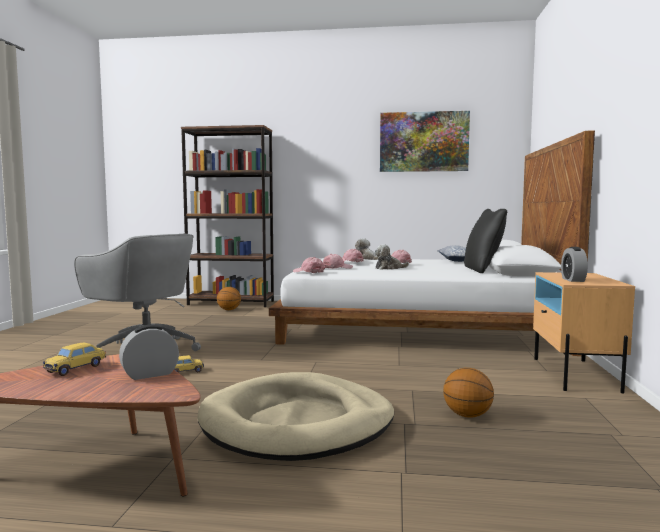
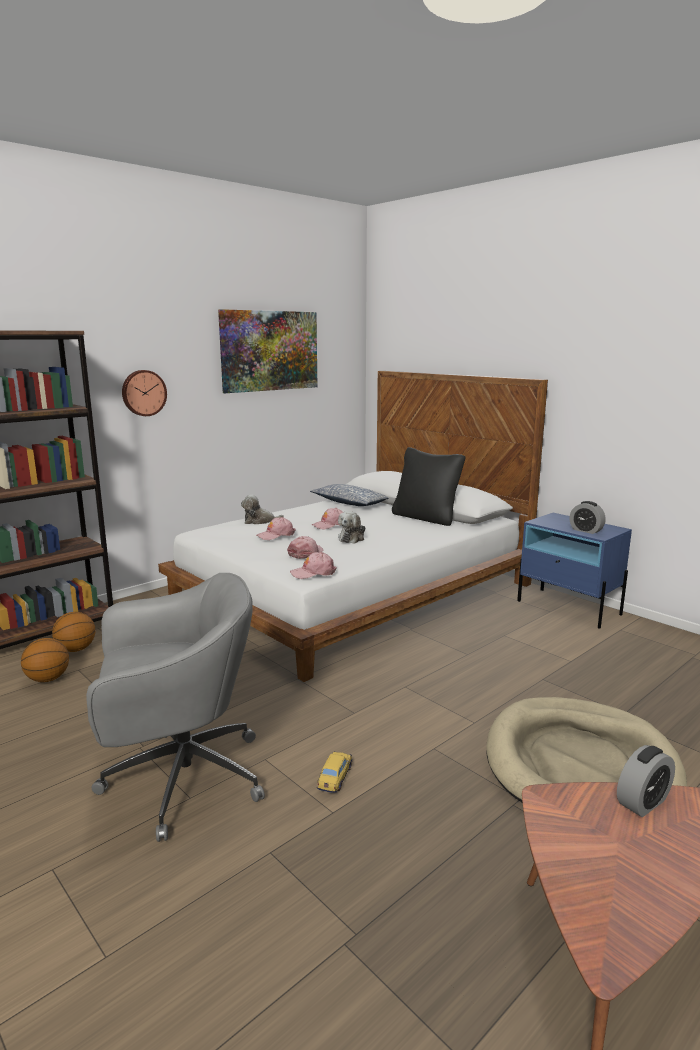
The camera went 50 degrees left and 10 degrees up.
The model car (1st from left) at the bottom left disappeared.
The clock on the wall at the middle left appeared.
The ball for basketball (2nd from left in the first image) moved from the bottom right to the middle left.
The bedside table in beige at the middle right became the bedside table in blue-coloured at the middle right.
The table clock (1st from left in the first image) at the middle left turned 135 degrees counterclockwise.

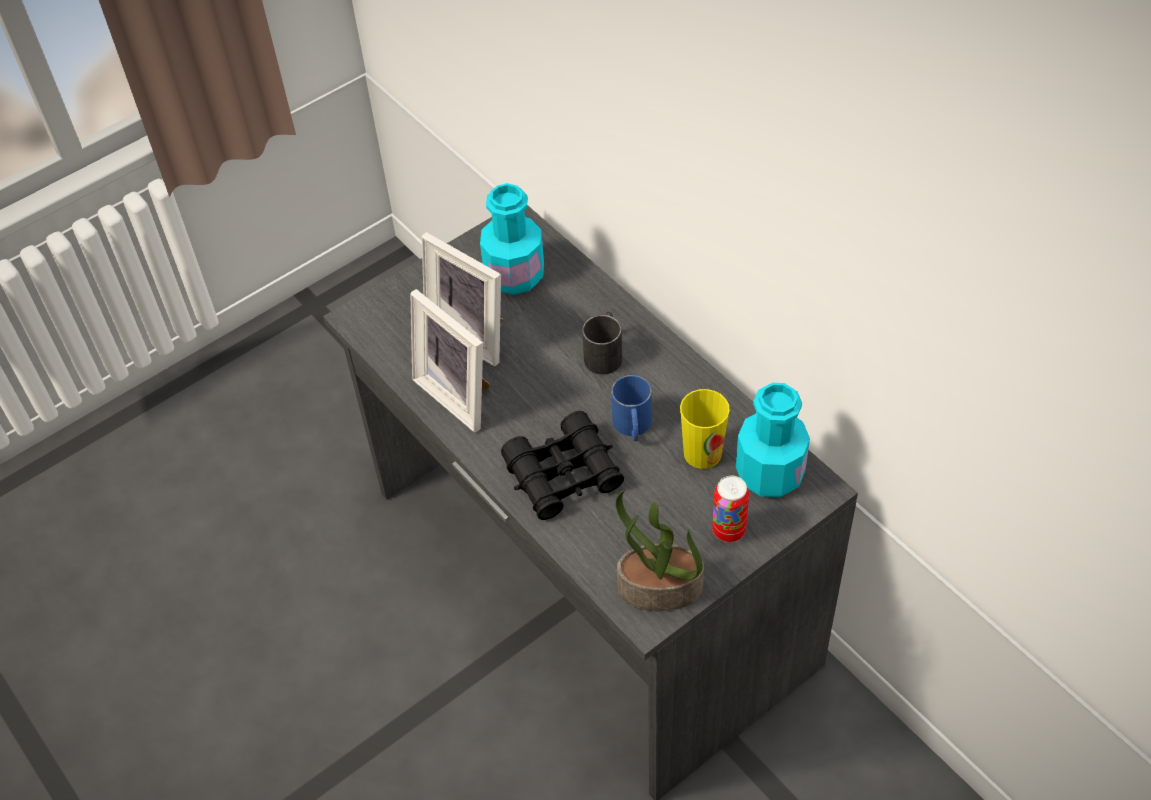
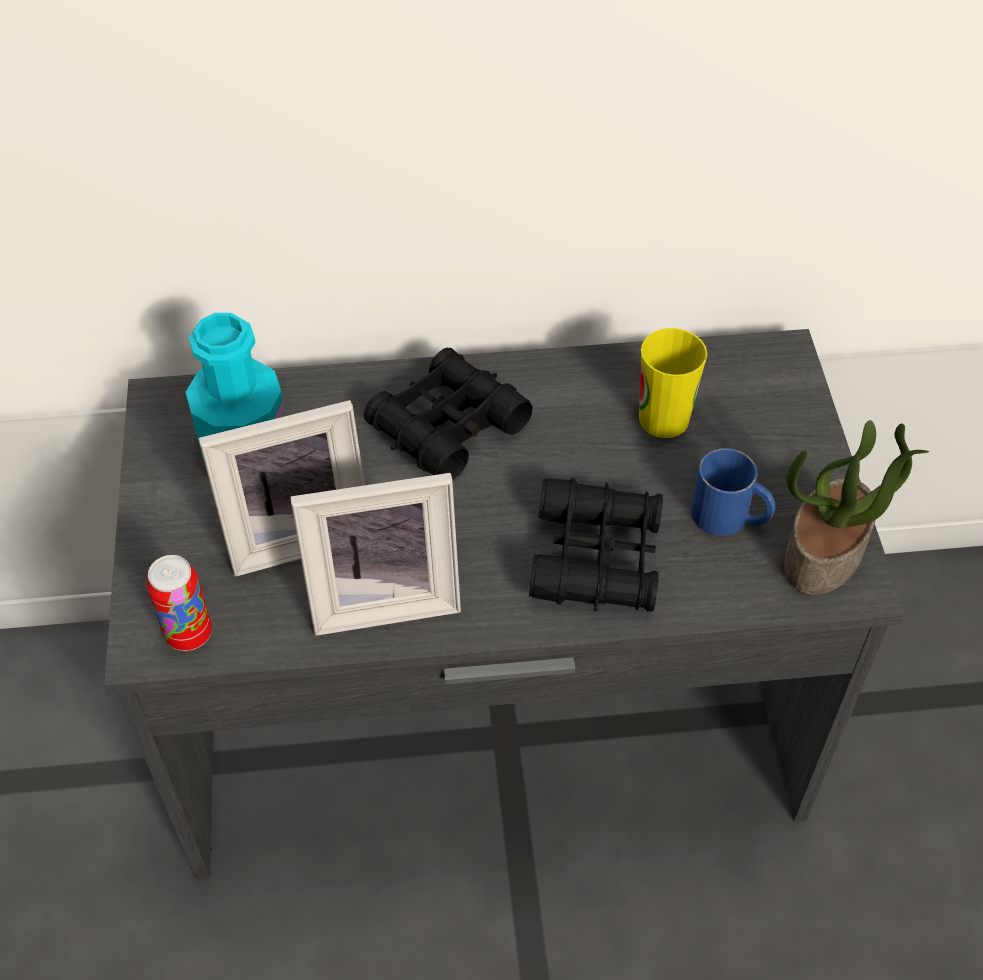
The camera went 60 degrees left and 0 degrees up.
The bottle in turquoise-coloured (2nd from left) at the middle right disappeared.
The tea mug in blue-coloured moved from the centre to the middle right.
The sealed can moved from the centre to the middle left.
The tea mug in blackish at the centre was replaced by the pair of binoculars in blackish (1st from left) at the centre.

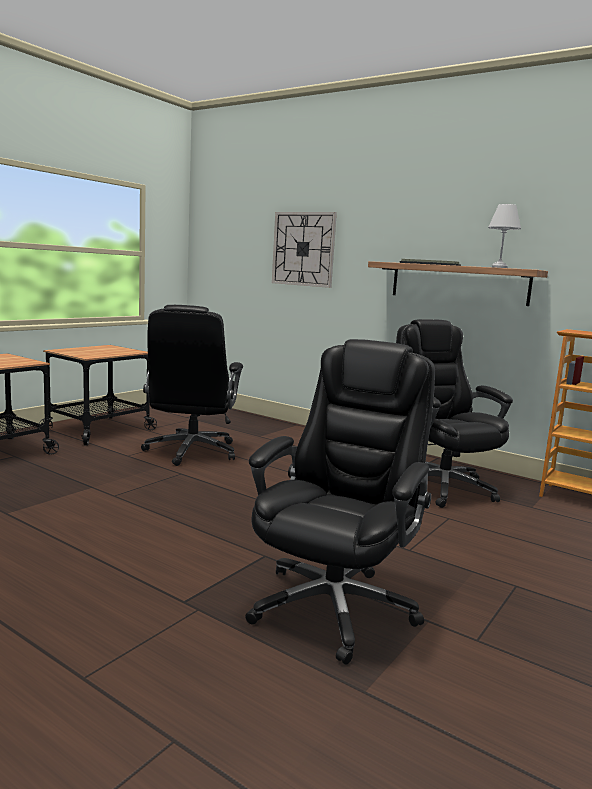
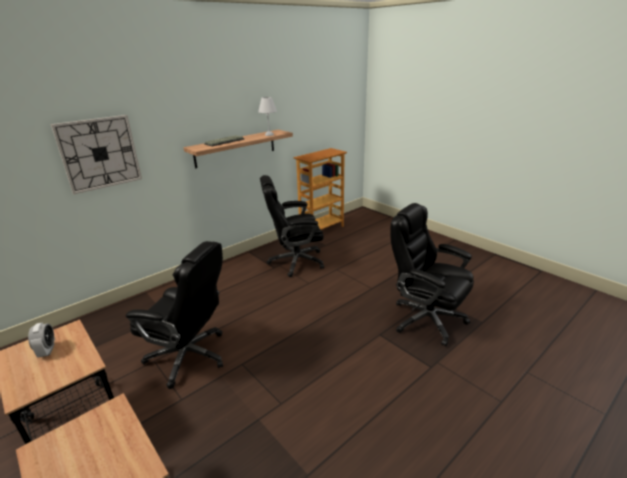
The camera went 75 degrees left and 15 degrees up.
The table clock at the bottom left appeared.

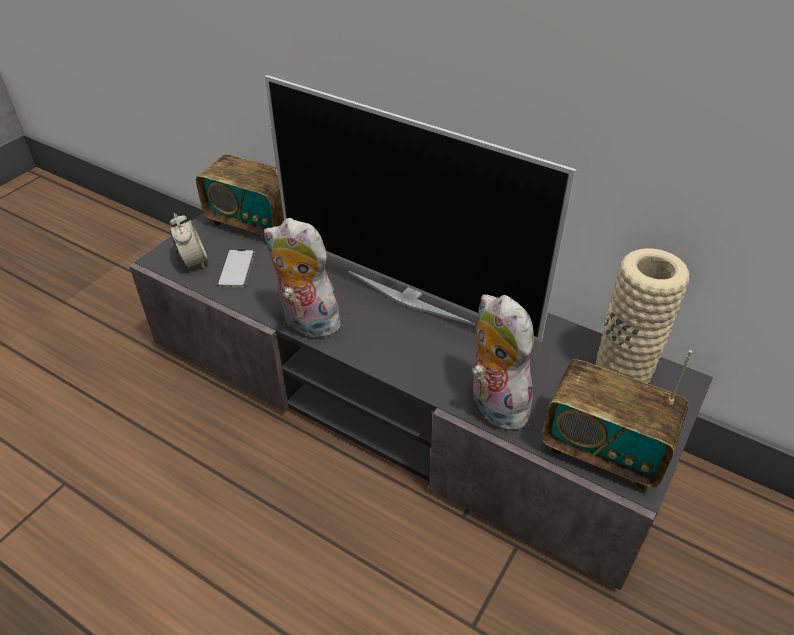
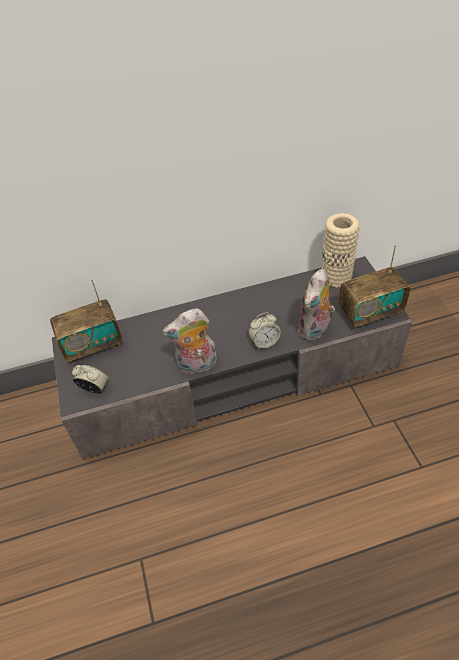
The camera went 45 degrees left and 5 degrees up.
The handset at the middle left disappeared.
The TV set at the top centre disappeared.
The table clock (2nd from left) at the centre appeared.
The soft toy (2nd from left) at the centre turned 75 degrees counterclockwise.

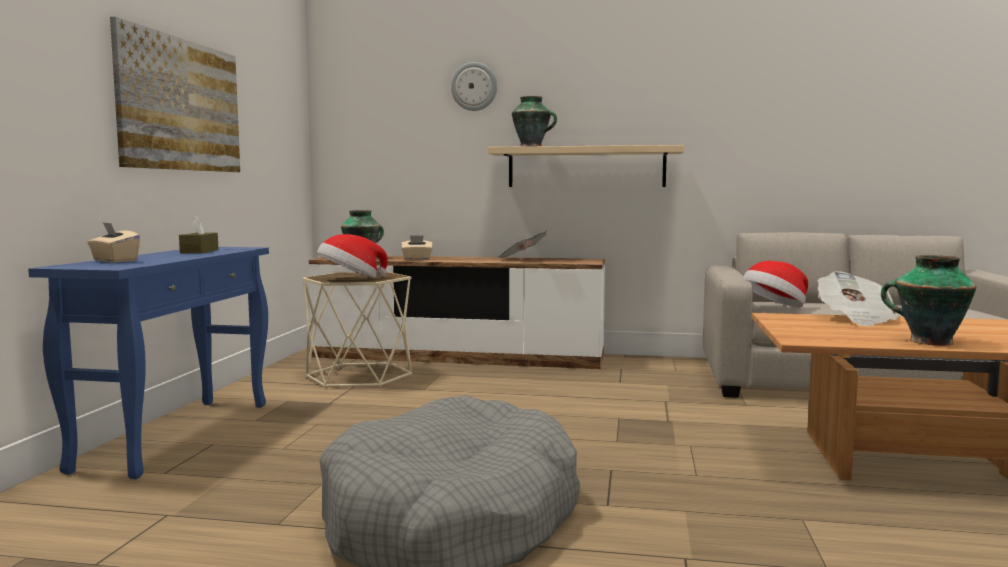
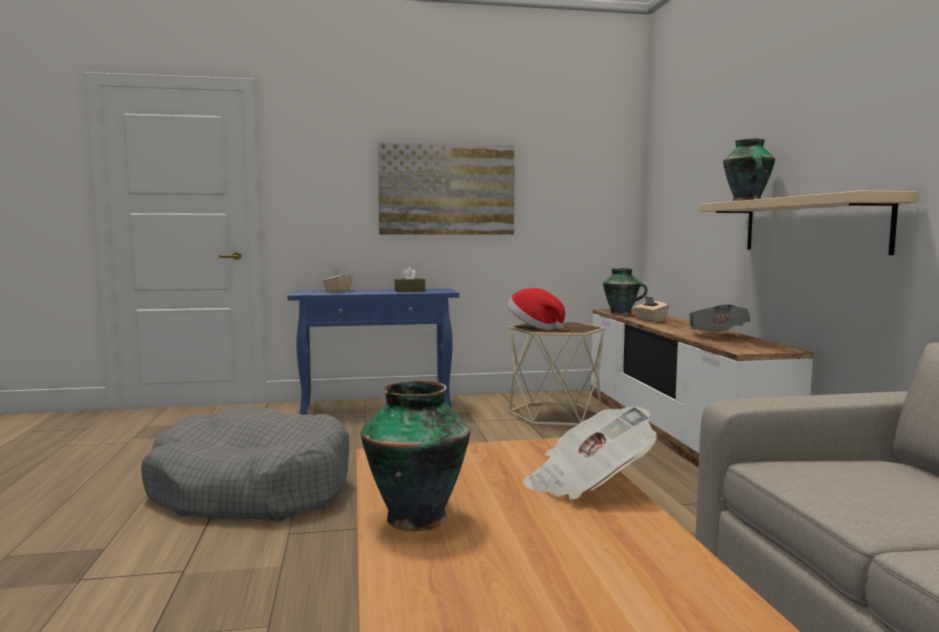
The camera went 70 degrees right and 0 degrees up.
The clock on the wall at the top centre disappeared.
The hat (2nd from left) at the middle right disappeared.

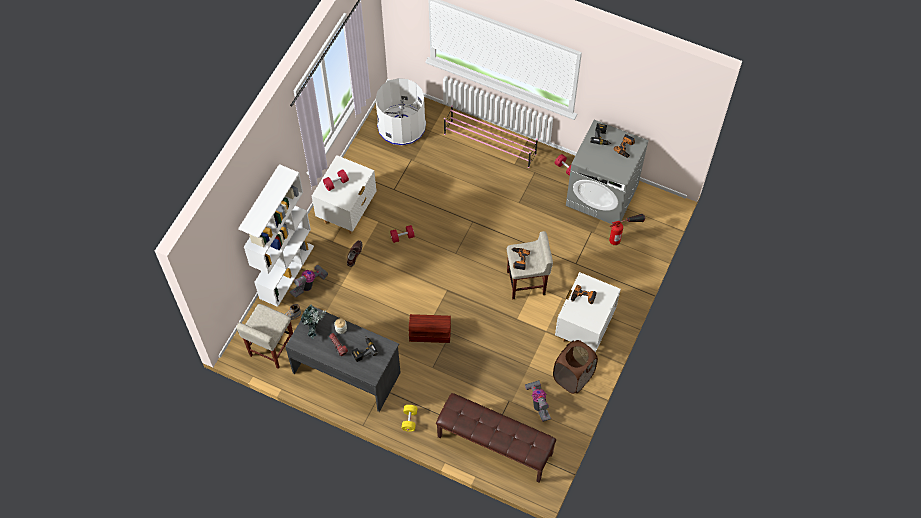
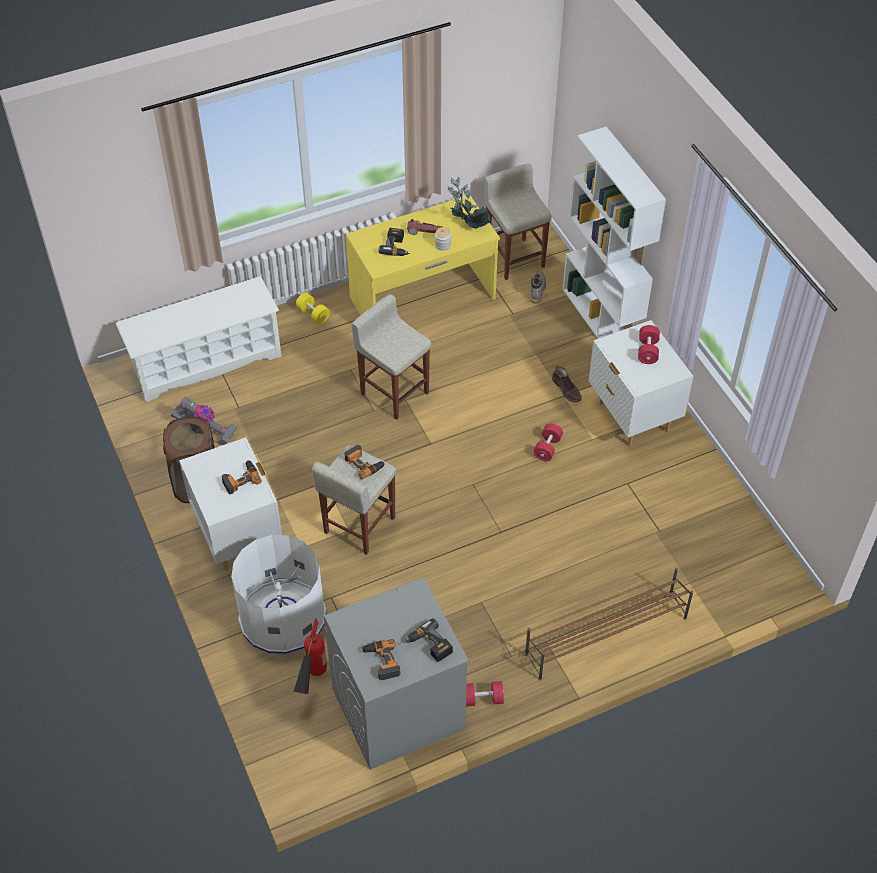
The camera went 130 degrees right and 10 degrees down.
The vacuum (1st from left) at the centre disappeared.
The trash can in white moved from the top centre to the bottom left.
The storage container in brown-coloured at the centre was replaced by the stool in beige (2nd from left) at the centre.
The bench in brown-coloured at the bottom centre was replaced by the shoe rack in white at the middle left.
The desk in greyish at the bottom centre became the desk in yellow at the top centre.
The shoe rack in pink at the top centre became the shoe rack in brown-coloured at the bottom right.

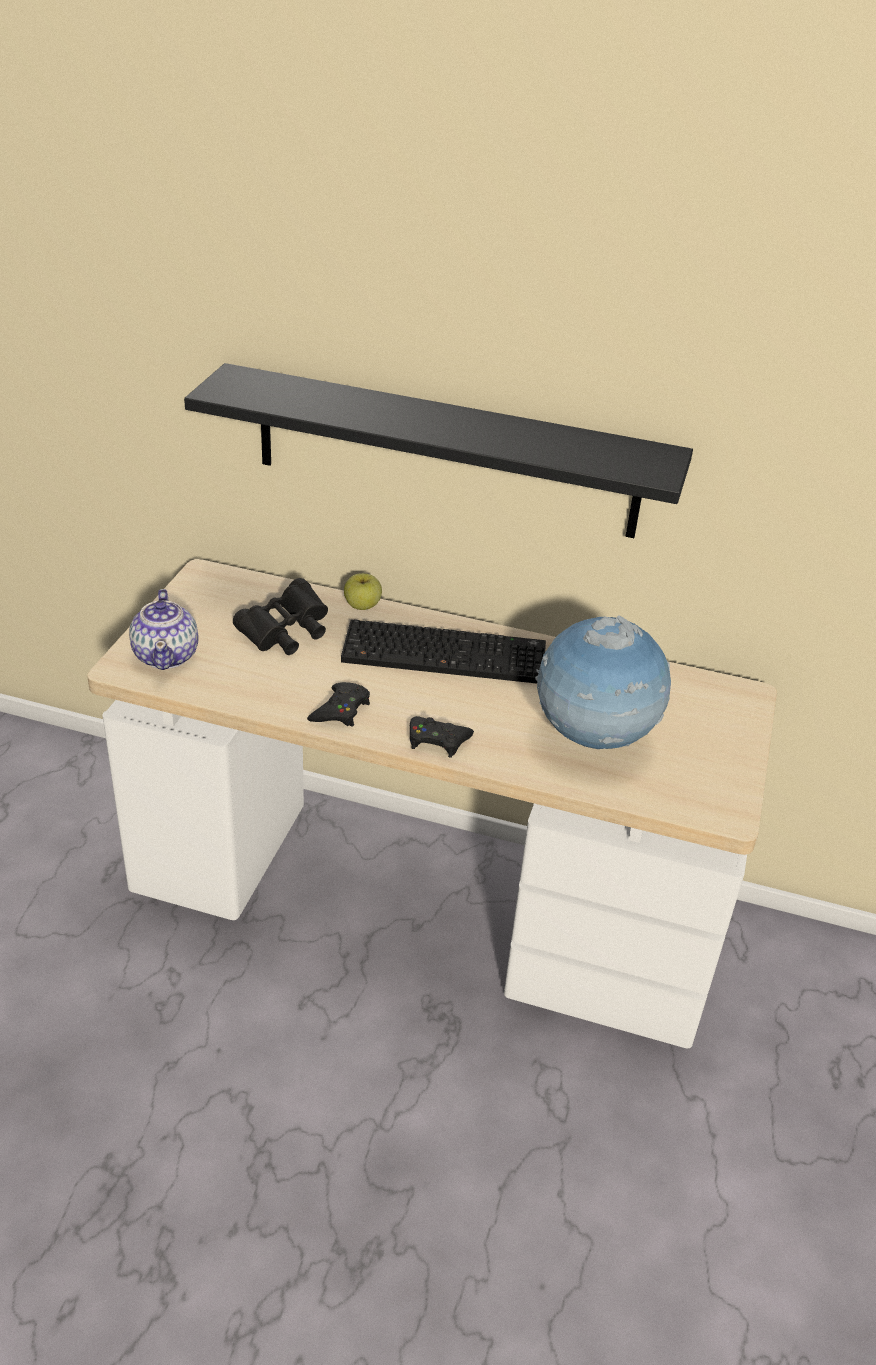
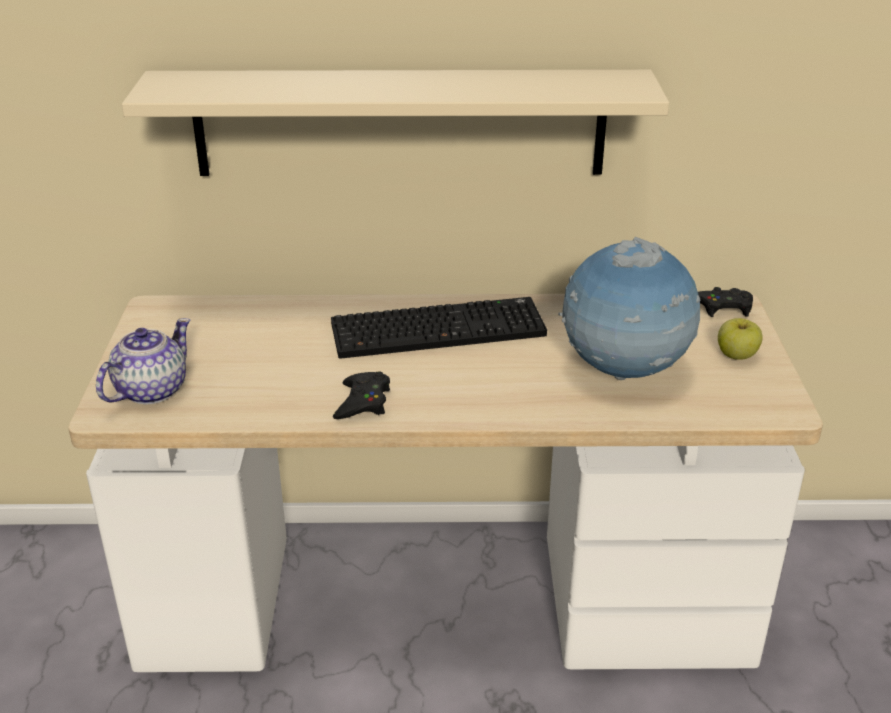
The camera went 15 degrees left and 5 degrees down.
The pair of binoculars in blackish at the middle left disappeared.
The apple moved from the centre to the middle right.
The joypad in blackish (2nd from left) moved from the centre to the middle right.
The bracket shelf in blackish at the top centre became the bracket shelf in beige at the top centre.
The pot for tea at the middle left turned 120 degrees counterclockwise.

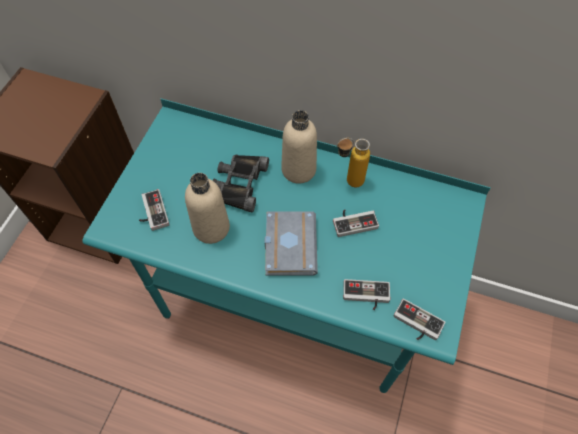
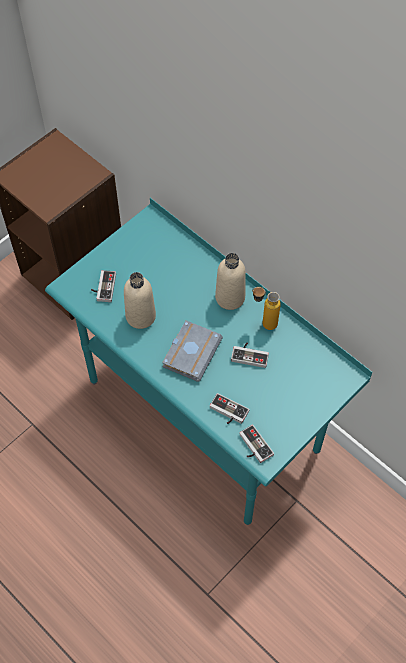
The camera went 25 degrees right and 0 degrees up.
The pair of binoculars in blackish at the centre disappeared.

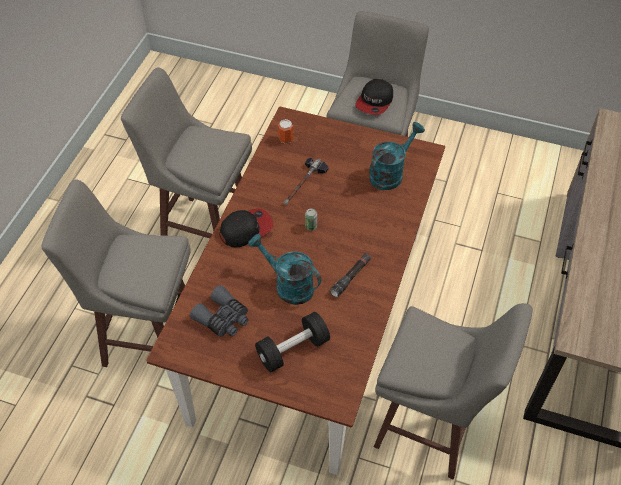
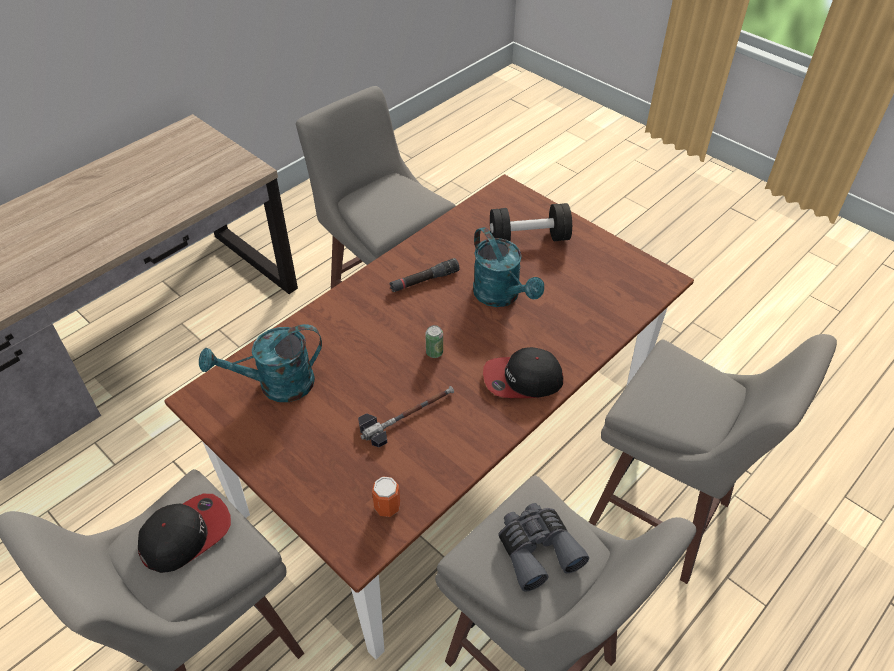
The camera went 155 degrees left and 5 degrees down.
The pair of binoculars in greyish moved from the centre to the bottom centre.

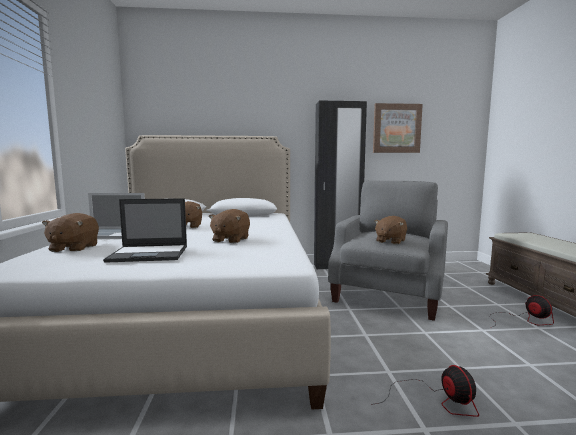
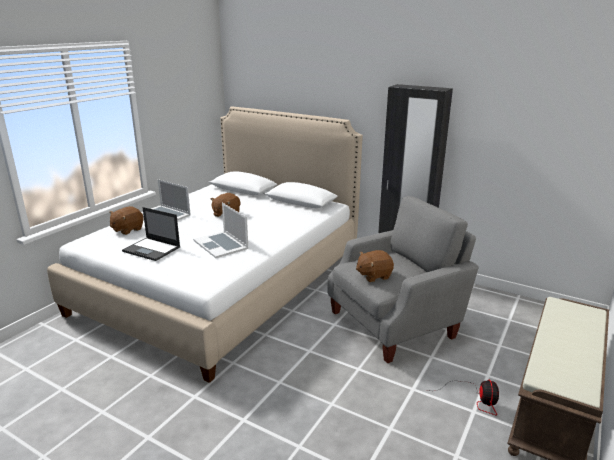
The camera went 35 degrees right and 15 degrees up.
The cooling fan (1st from left) at the bottom right disappeared.
The wall picture at the top right disappeared.
The soft toy in brown-coloured (3rd from left) at the centre was replaced by the portable computer (3rd from left) at the centre.

